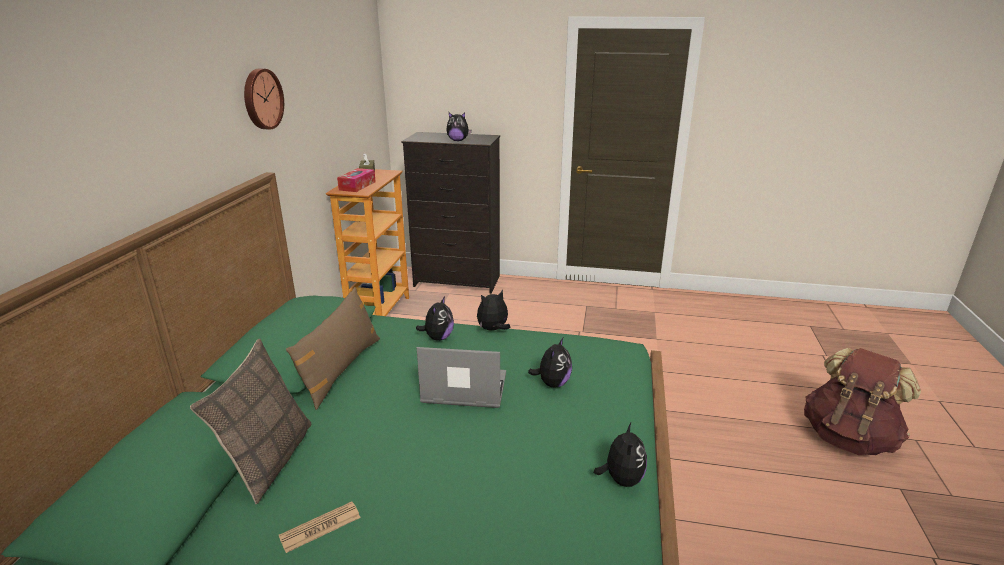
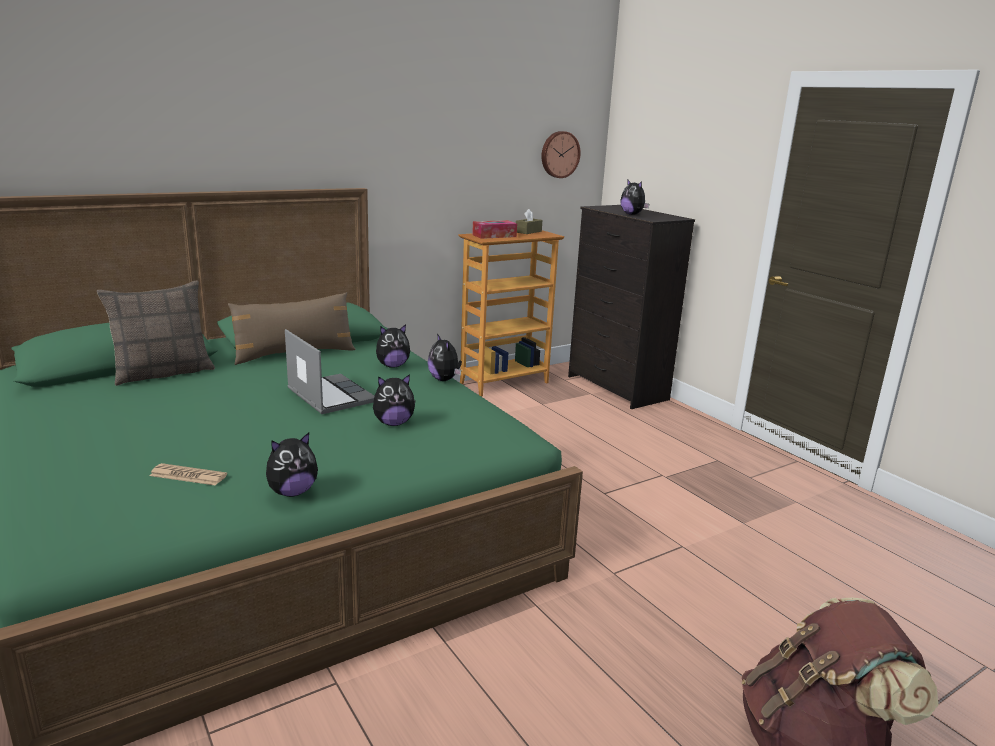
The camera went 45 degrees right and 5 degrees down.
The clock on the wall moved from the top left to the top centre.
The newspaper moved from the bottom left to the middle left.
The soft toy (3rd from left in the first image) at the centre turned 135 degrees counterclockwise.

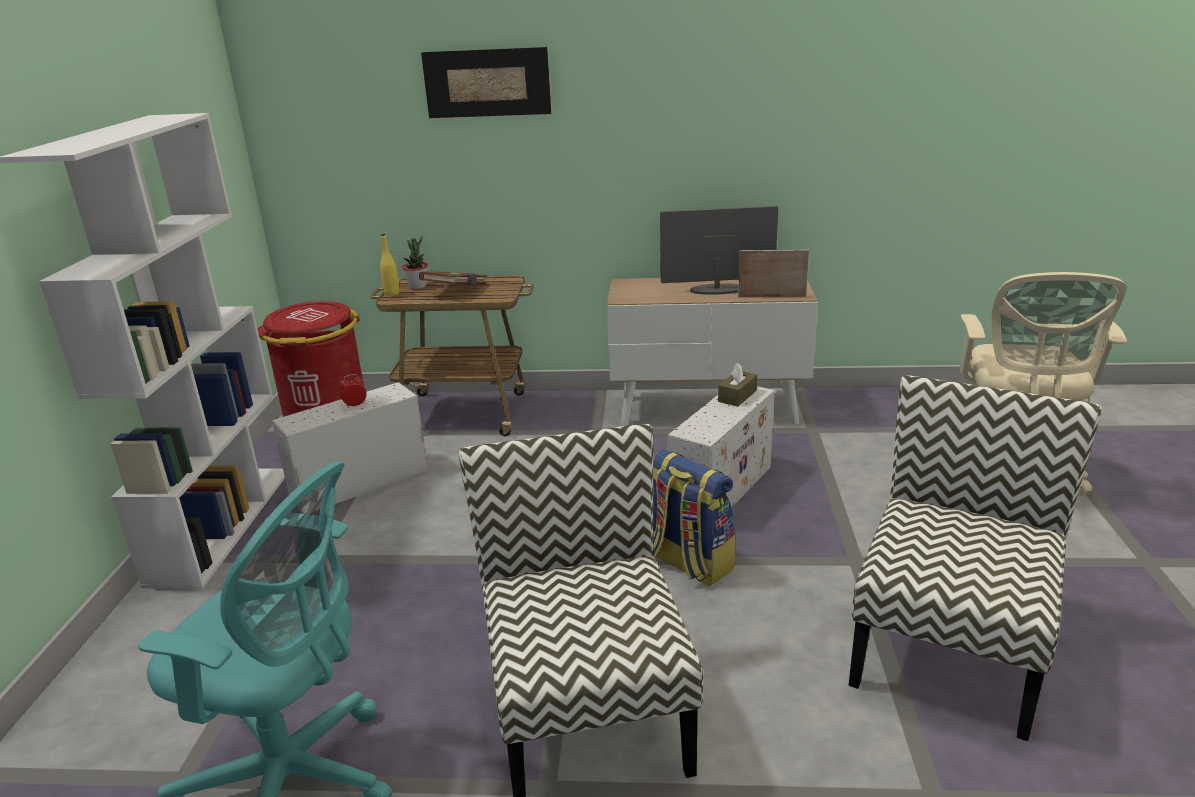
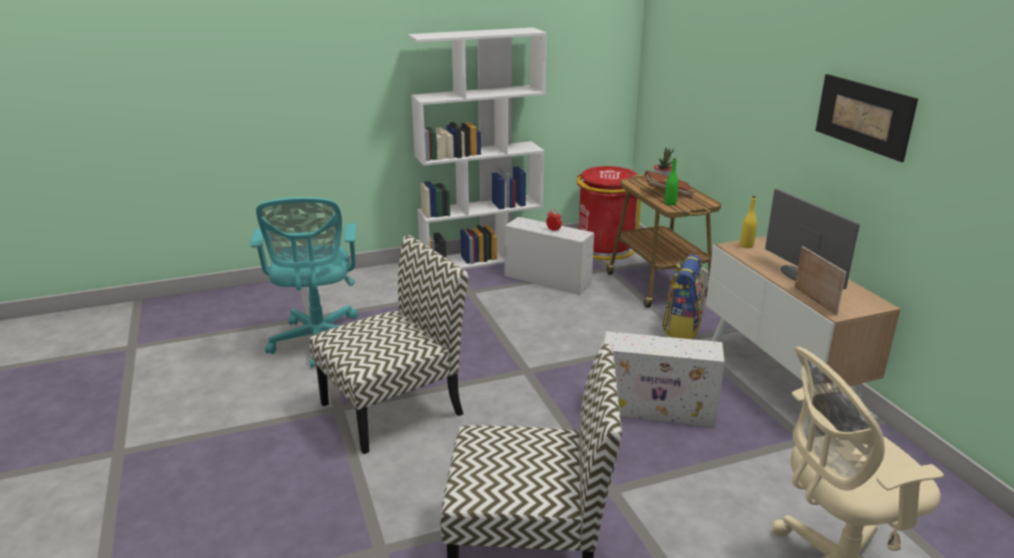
The camera went 65 degrees right and 0 degrees up.
The tissue holder in brown-coloured at the centre disappeared.
The bottle in greenish at the top centre appeared.
The bottle in yellow moved from the top left to the middle right.
The wall picture moved from the top centre to the top right.
The knapsack moved from the centre to the middle right.

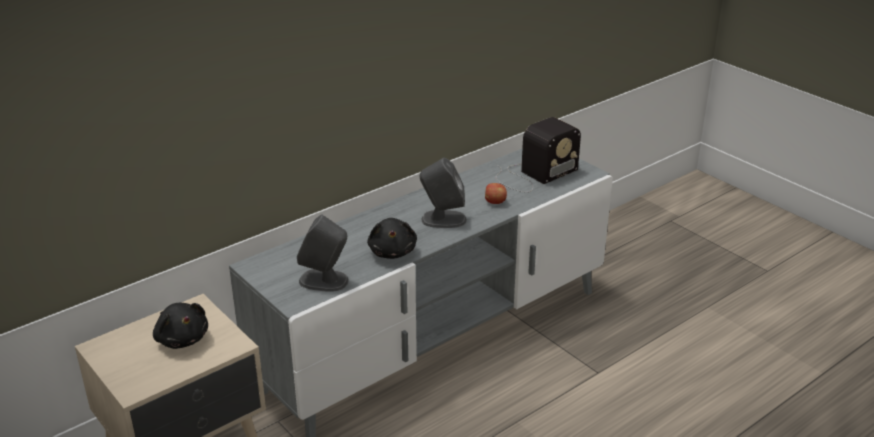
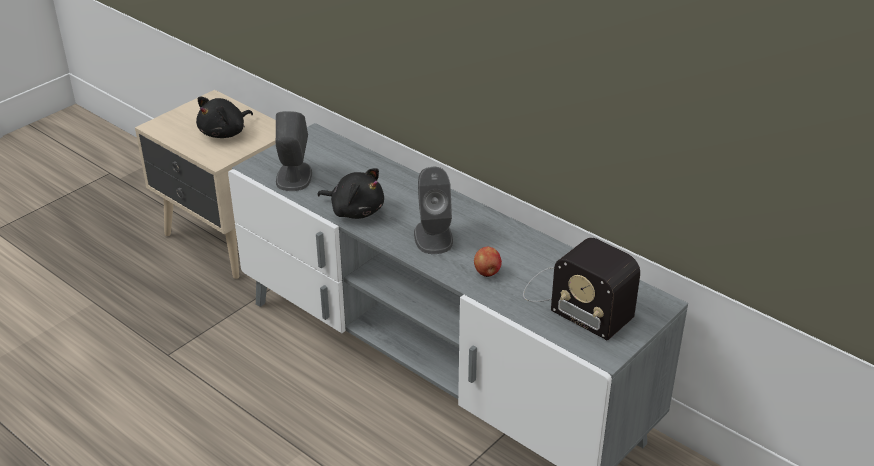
The camera went 80 degrees right and 5 degrees up.
The soft toy in blackish (2nd from left) at the centre turned 135 degrees counterclockwise.

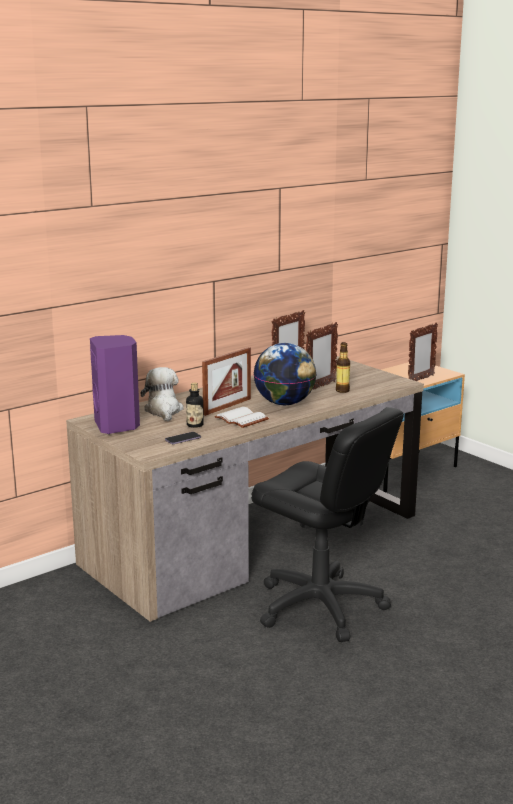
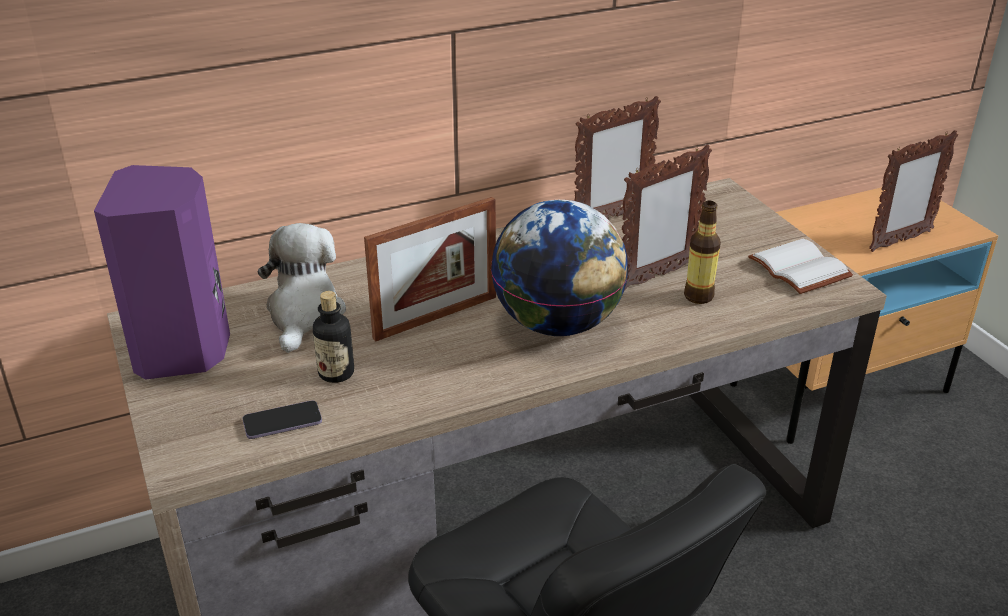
The camera went 15 degrees right and 15 degrees up.
The book in white moved from the centre to the middle right.

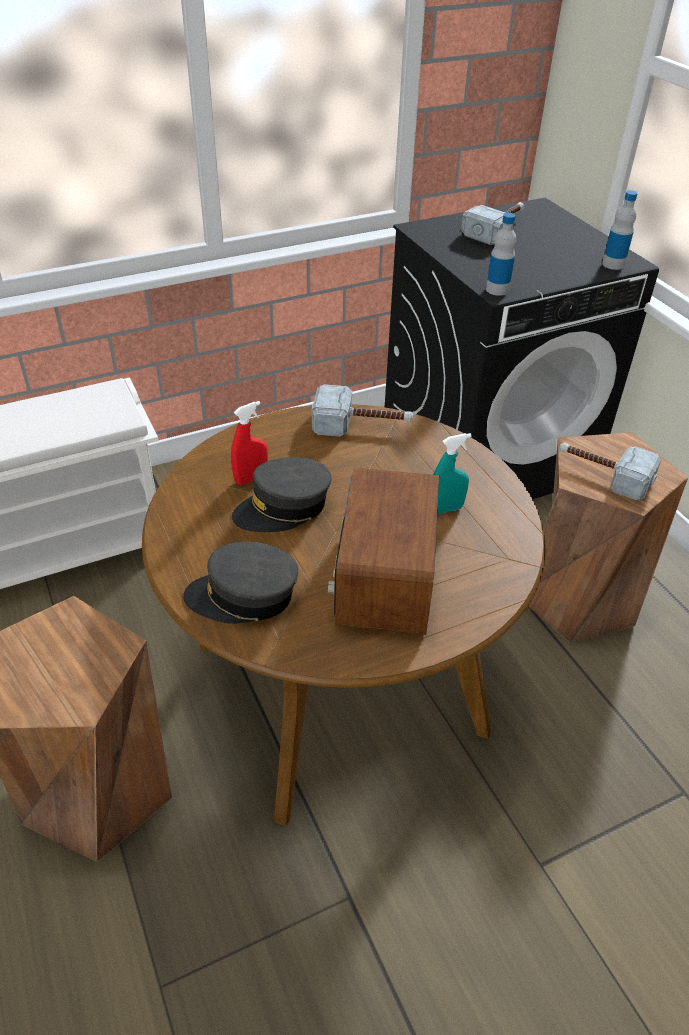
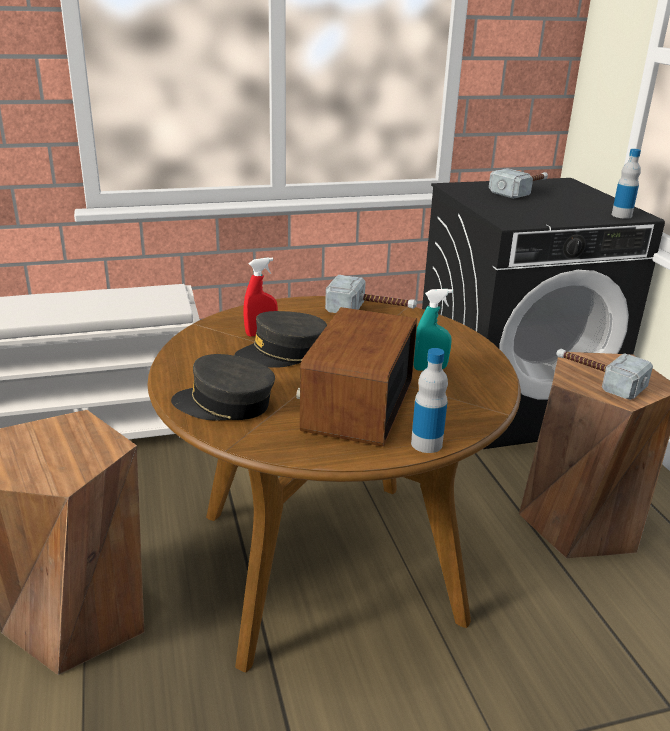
The camera went 10 degrees right and 15 degrees down.
The bottle (1st from left) moved from the top right to the centre.

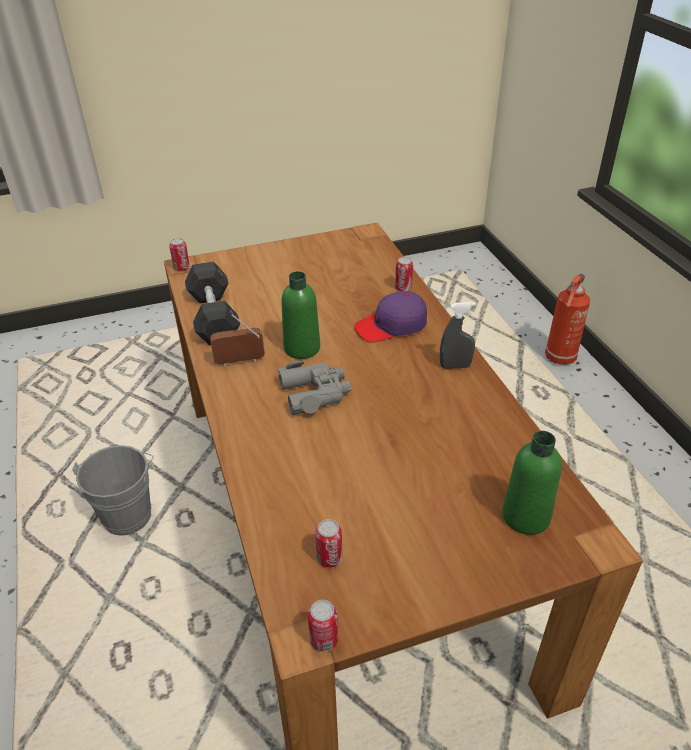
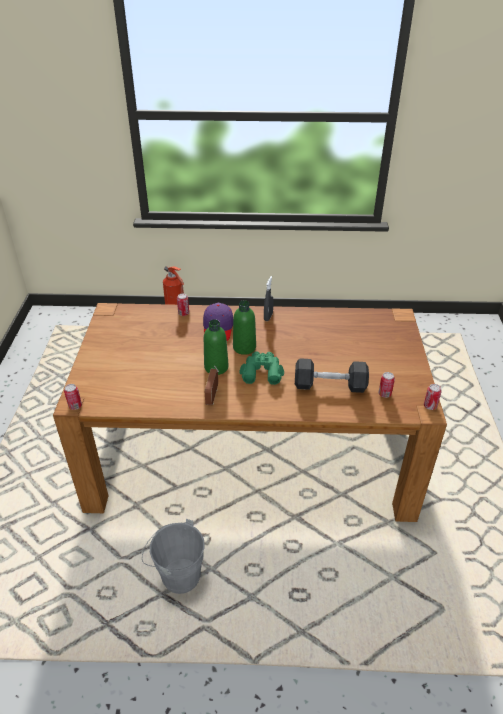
The camera went 70 degrees left and 0 degrees up.
The hand weight in greyish moved from the middle left to the centre.
The bottle in greenish (2nd from left) moved from the middle right to the centre.
The pair of binoculars in greyish at the centre became the pair of binoculars in greenish at the centre.

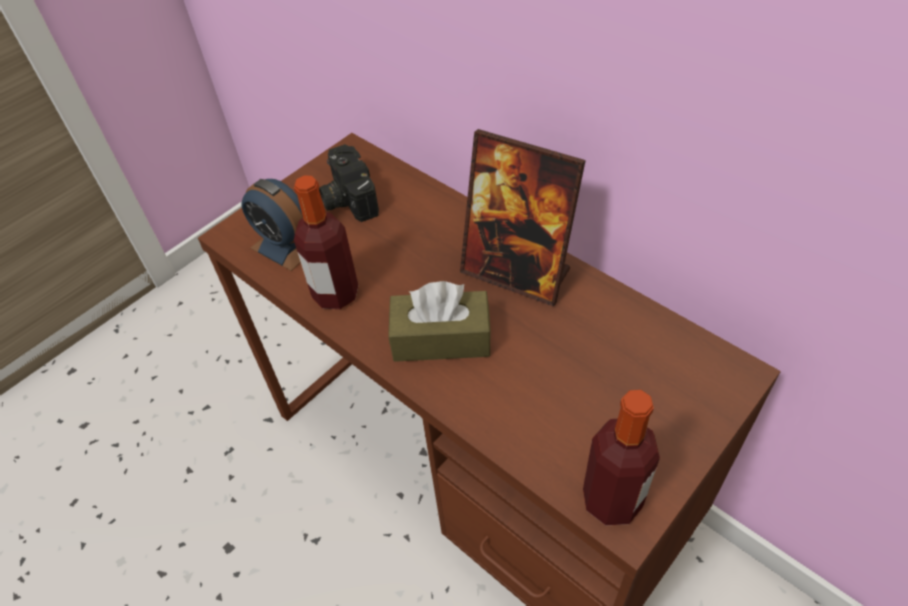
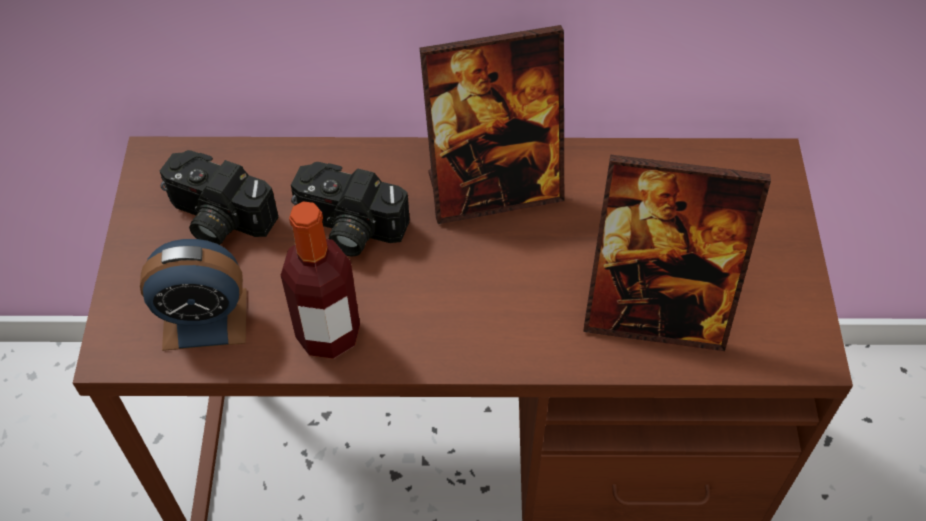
The camera went 45 degrees left and 5 degrees up.
The tissue holder in brown-coloured at the centre disappeared.
The bottle (2nd from left) at the bottom right disappeared.
The still camera (2nd from left) at the centre appeared.
The picture frame (2nd from left) at the middle right appeared.

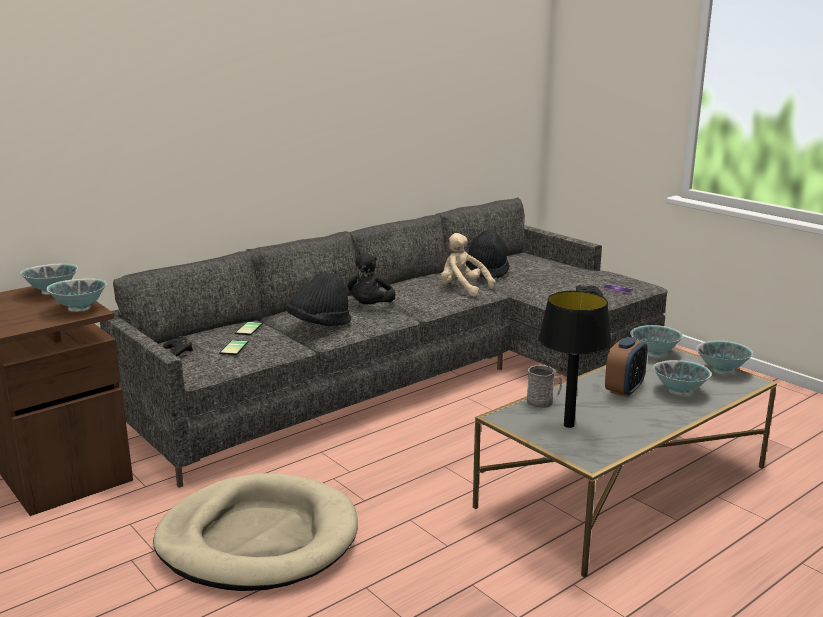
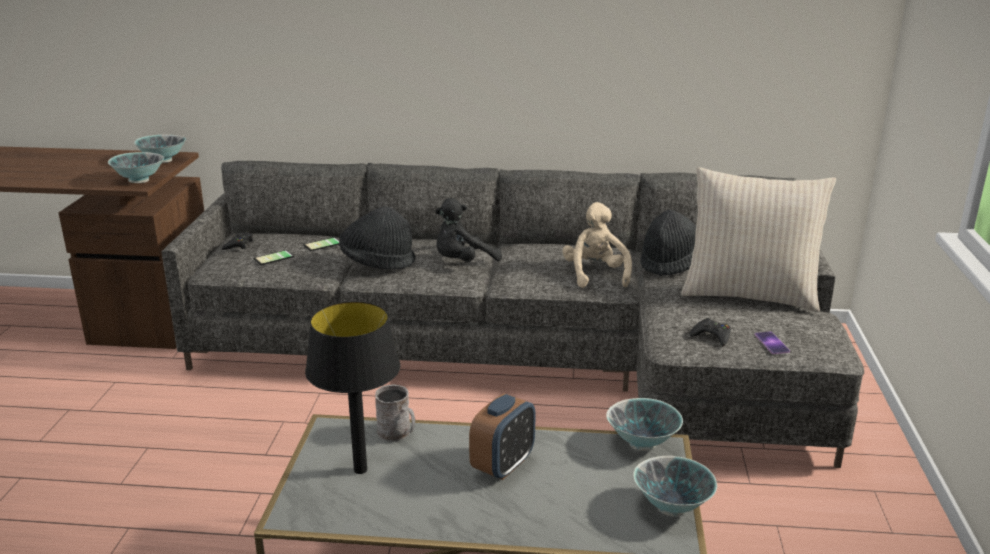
The camera went 45 degrees right and 5 degrees up.
The dog bed in beige at the bottom left disappeared.
The deep dish (4th from left) at the middle right disappeared.
The cushion in beige at the middle right appeared.
The table clock at the middle right turned 45 degrees counterclockwise.

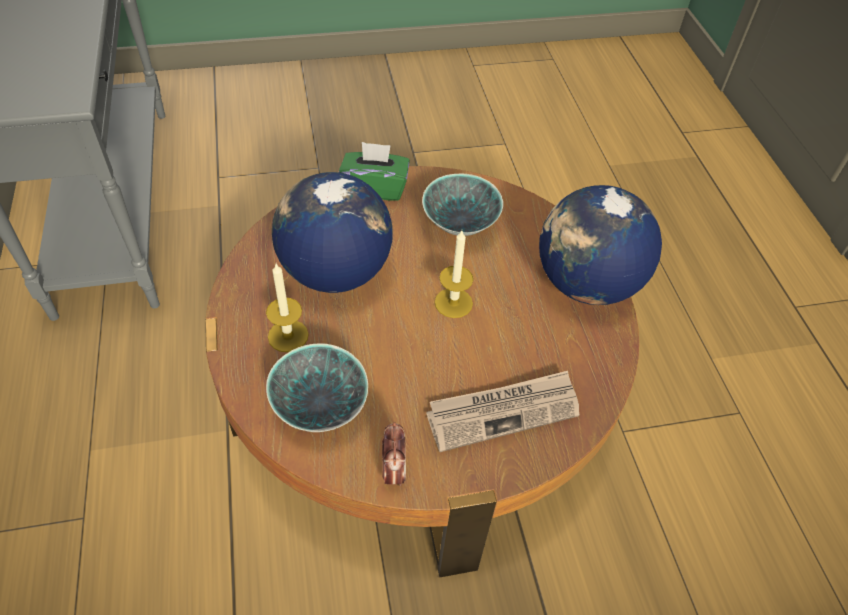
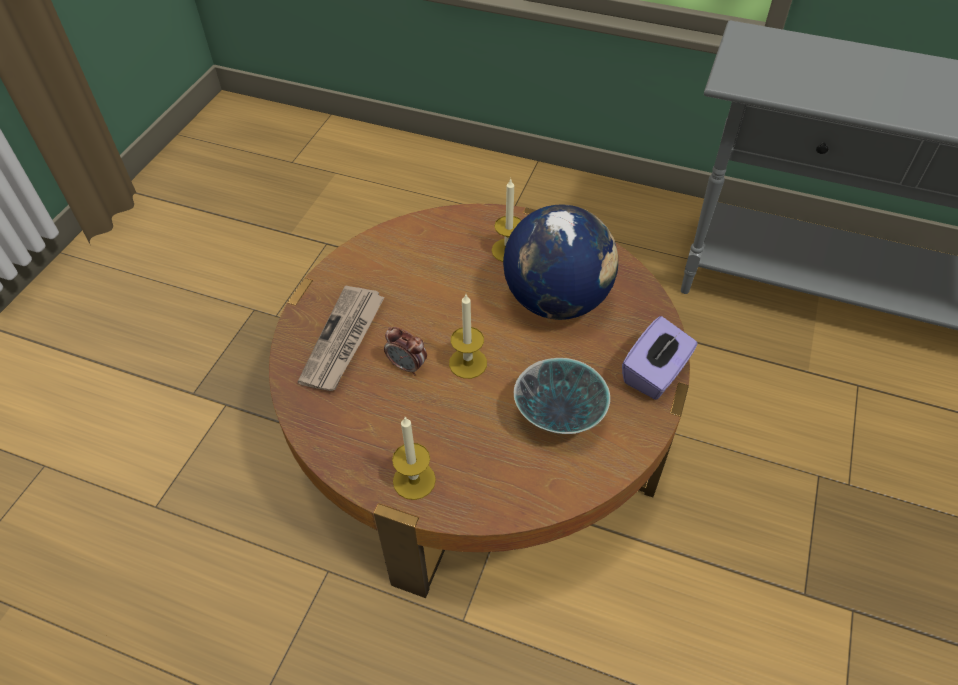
The camera went 125 degrees right and 0 degrees up.
The deep dish (1st from left) at the centre disappeared.
The table clock moved from the bottom centre to the centre.
The globe (2nd from left) at the middle right was replaced by the wax candle (1st from left) at the bottom centre.
The tissue holder in greenish at the top centre became the tissue holder in purple-coloured at the middle right.

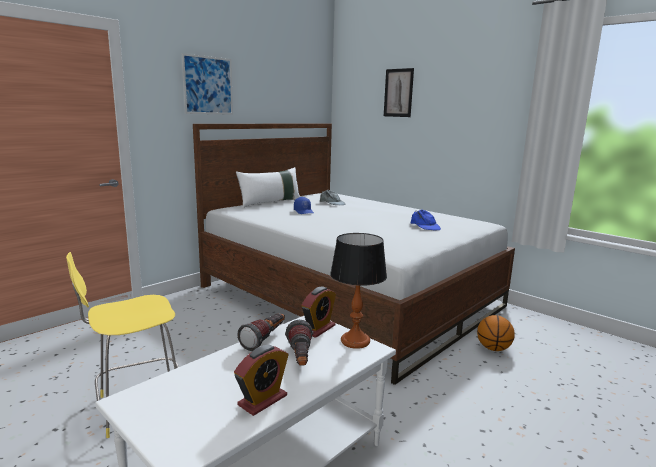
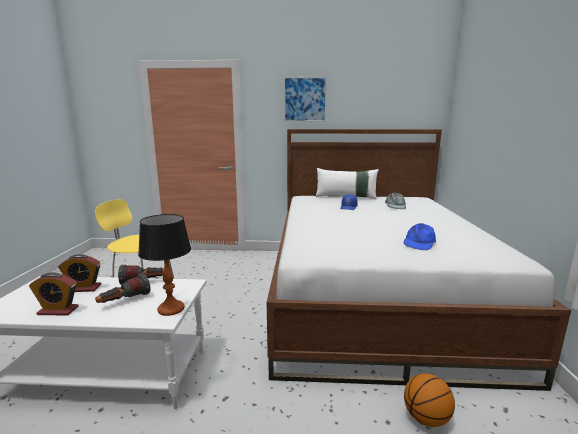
The camera went 50 degrees right and 0 degrees up.
The wall picture (2nd from left) at the top centre disappeared.
The table clock (2nd from left) moved from the bottom centre to the middle left.

